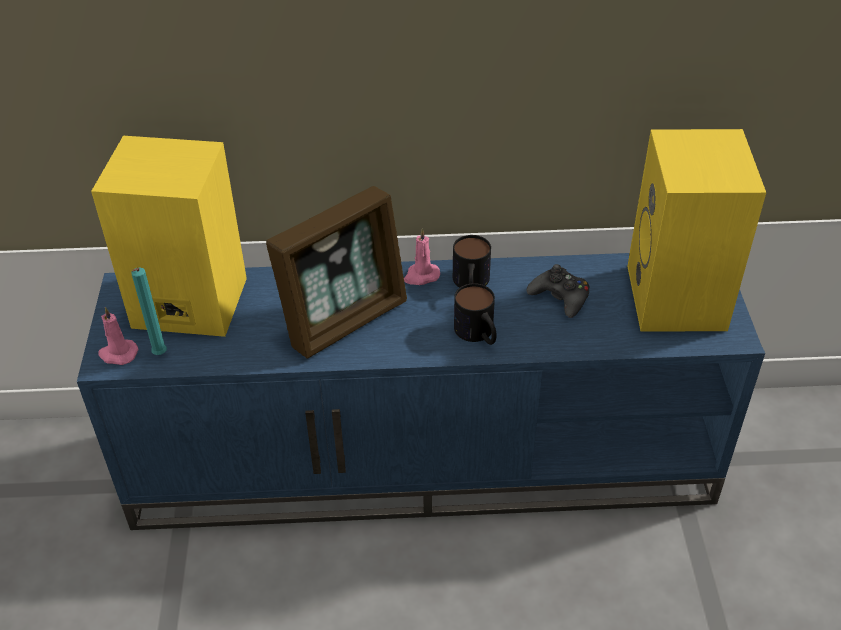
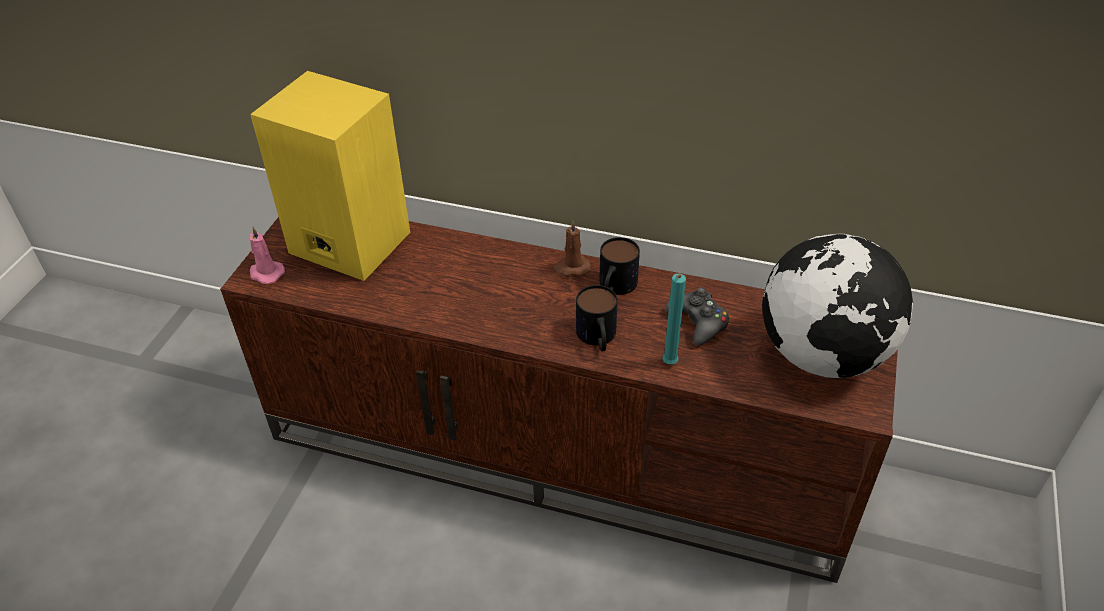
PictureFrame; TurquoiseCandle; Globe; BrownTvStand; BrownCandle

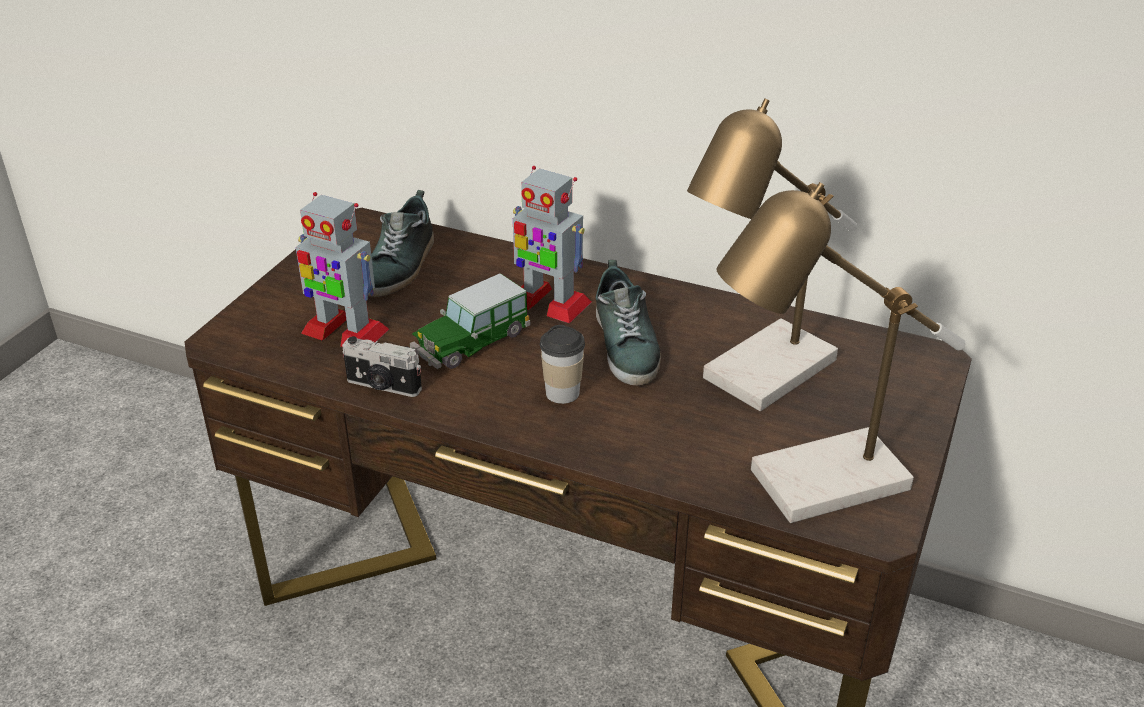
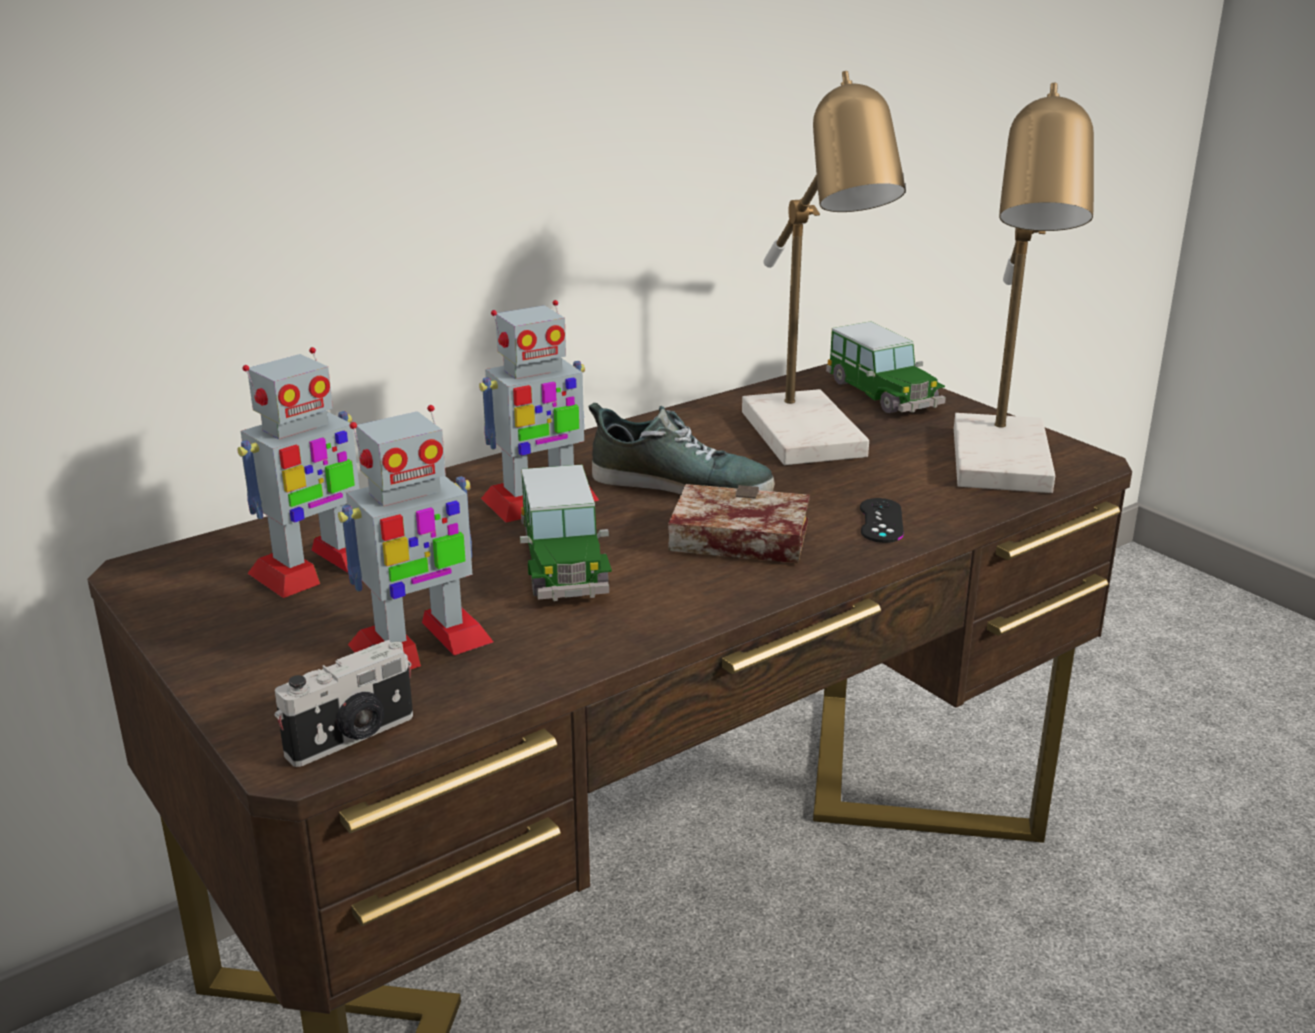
ToyCar (no. 2 from left); BlackGameController; PhotoCamera; ToyRobot (no. 1 from left); Book

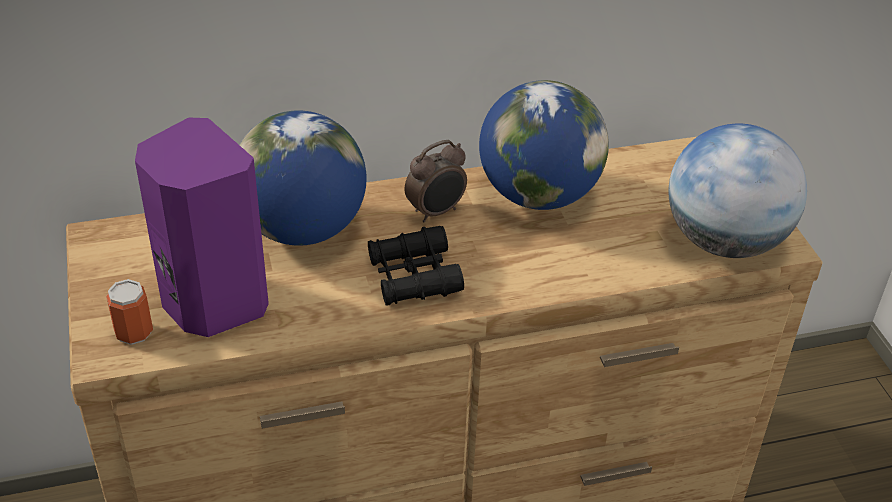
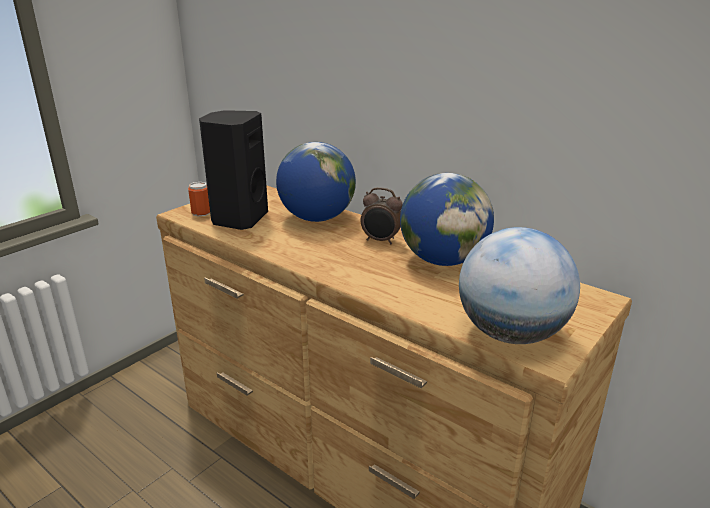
BlackBinoculars; BlackSpeaker

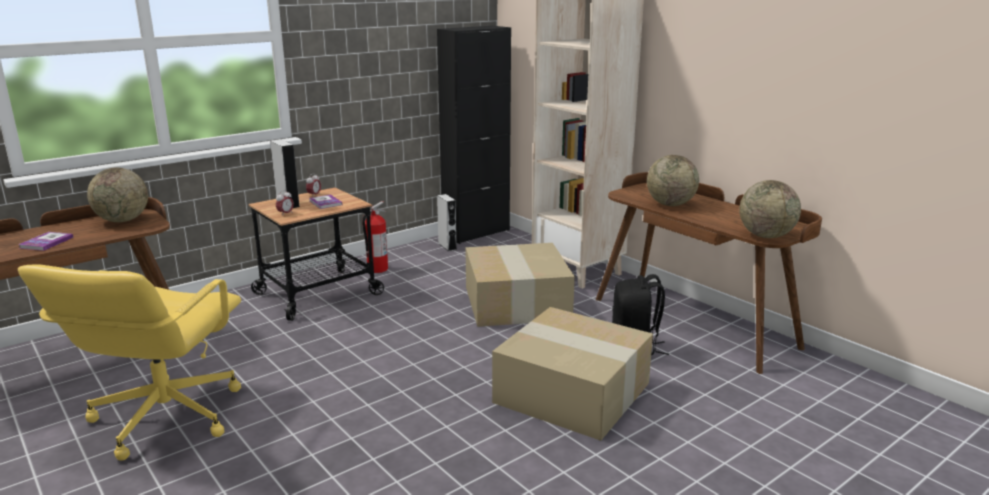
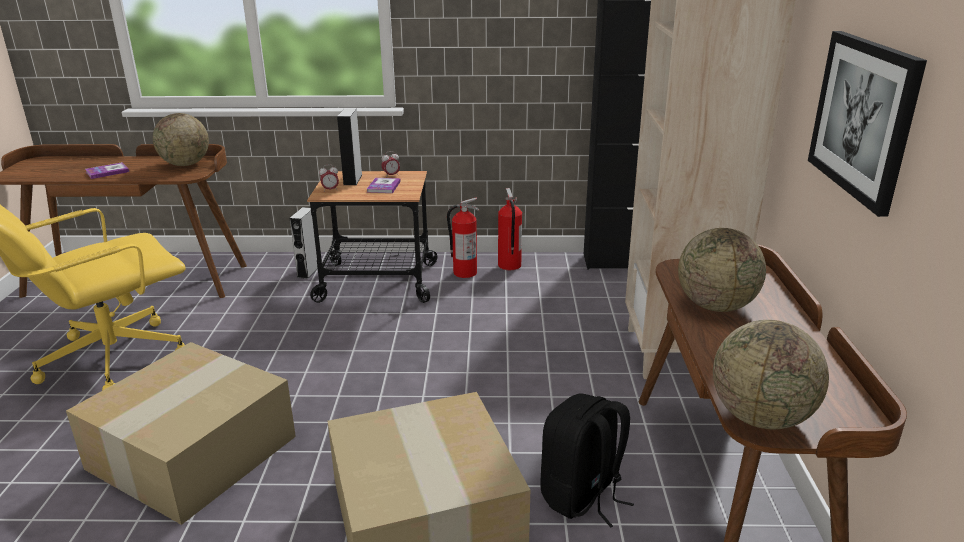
FireExtinguisher (no. 2 from left); Picture; GreySpeaker (no. 1 from left); CardboardBox (no. 1 from left)

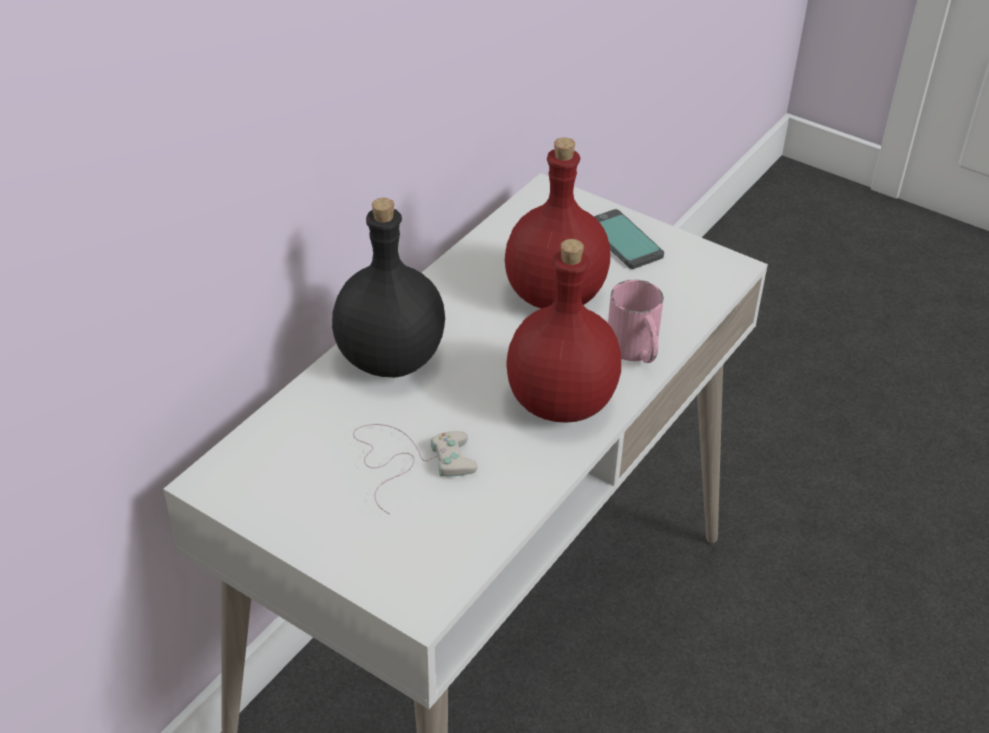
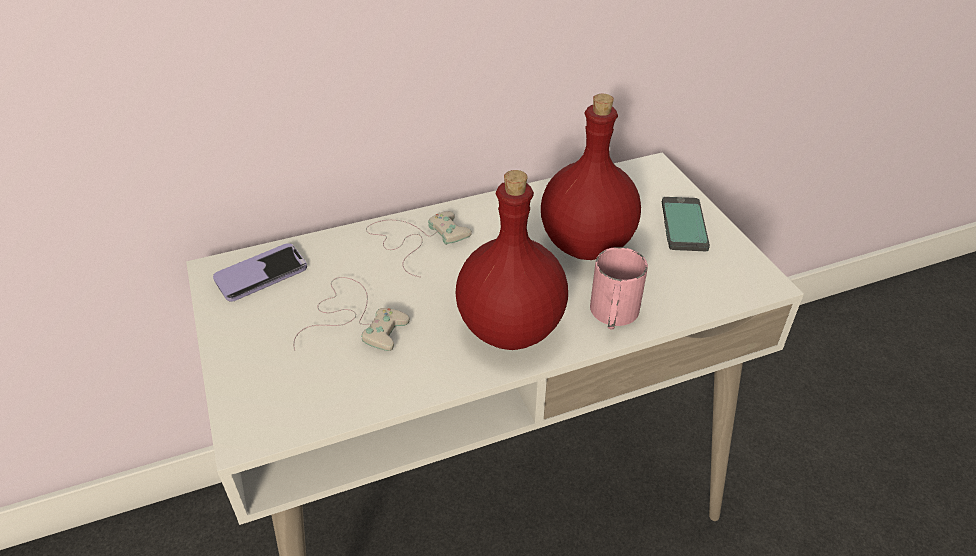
Phone (no. 1 from left); WhiteGameController (no. 2 from left)

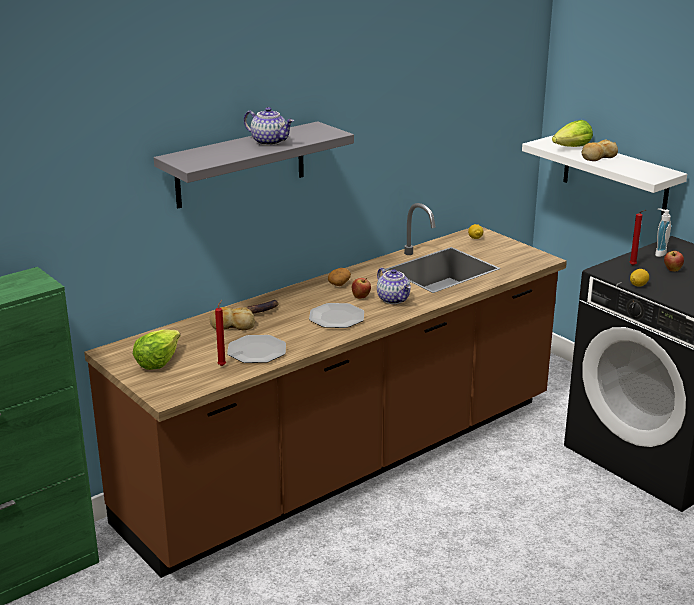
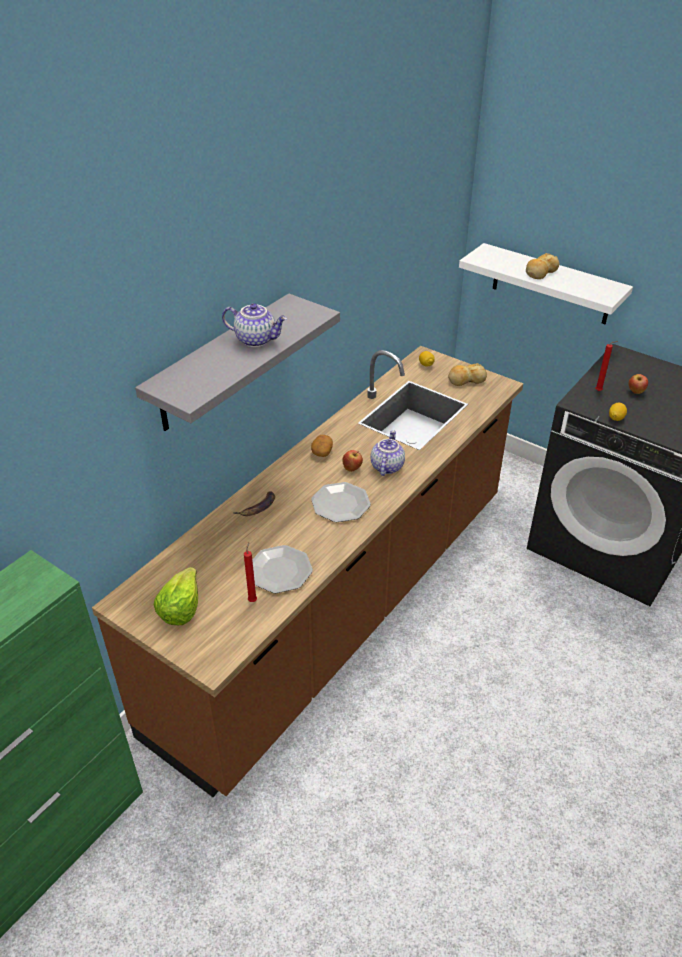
Lettuce (no. 2 from left in the first image); SoapDispenser; Bread (no. 1 from left); Teapot (no. 2 from left)

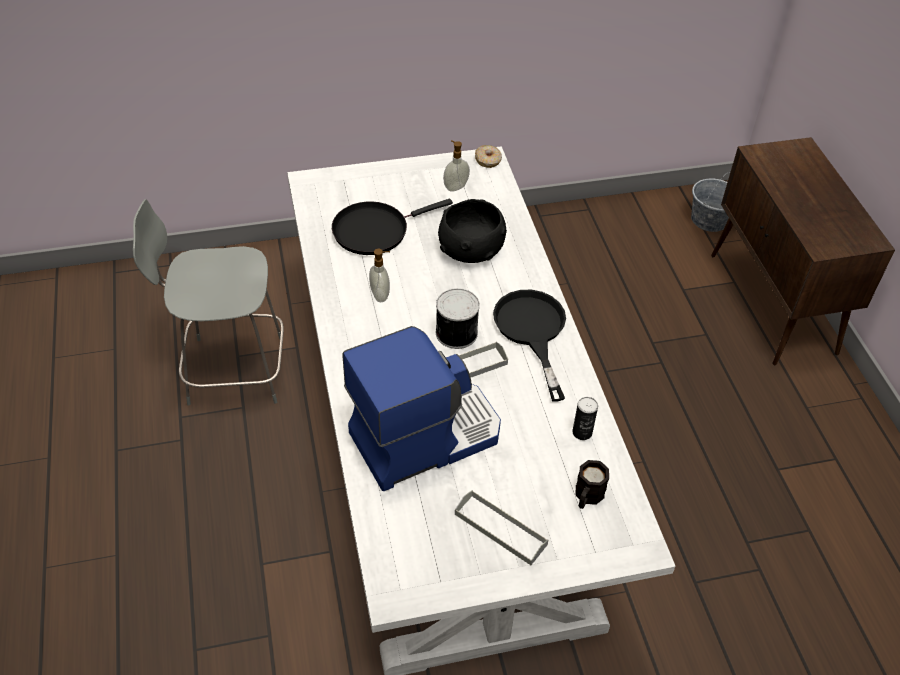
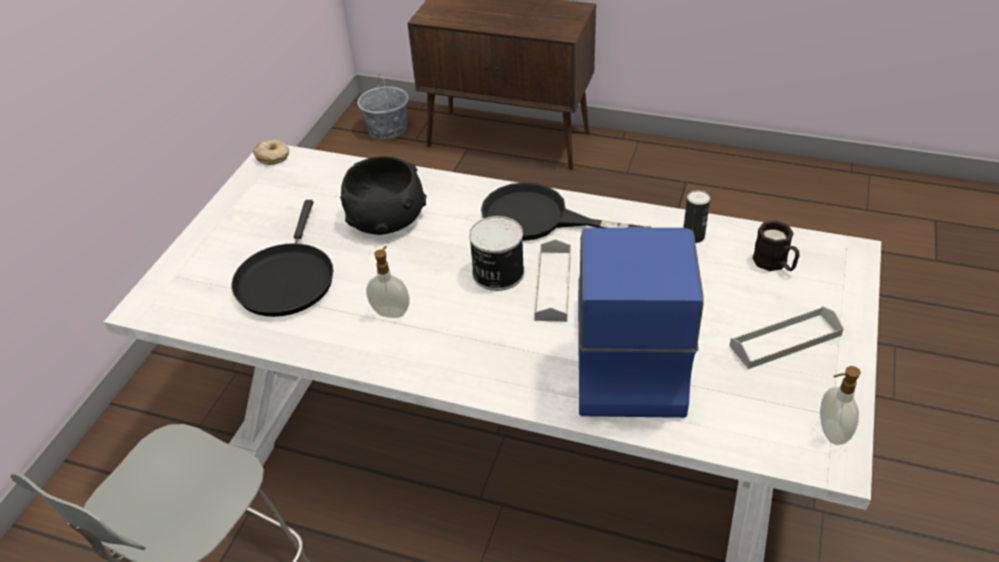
SoapDispenser (no. 2 from left)

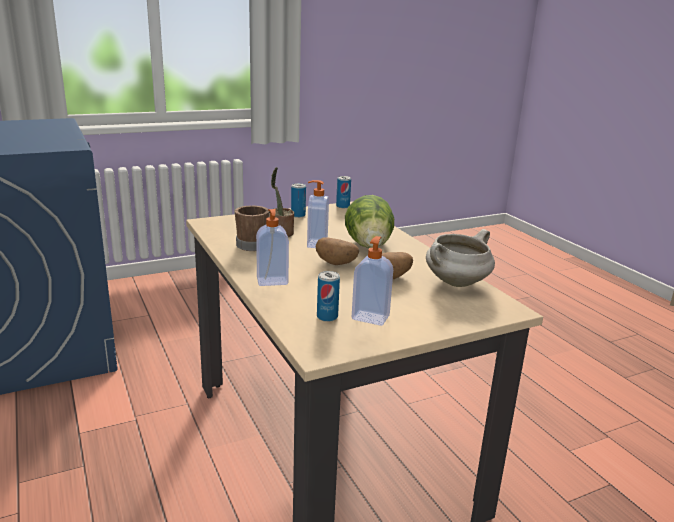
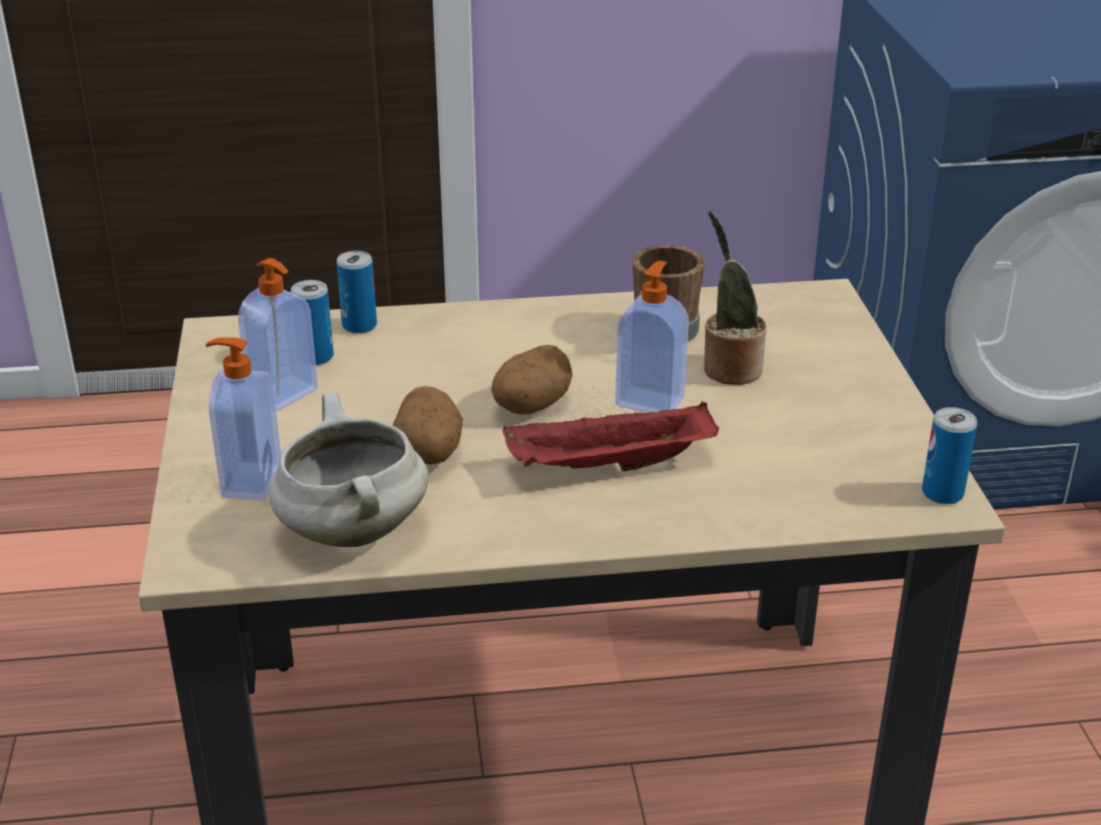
SoapDispenser (no. 1 from left); Can (no. 2 from left); RedTray

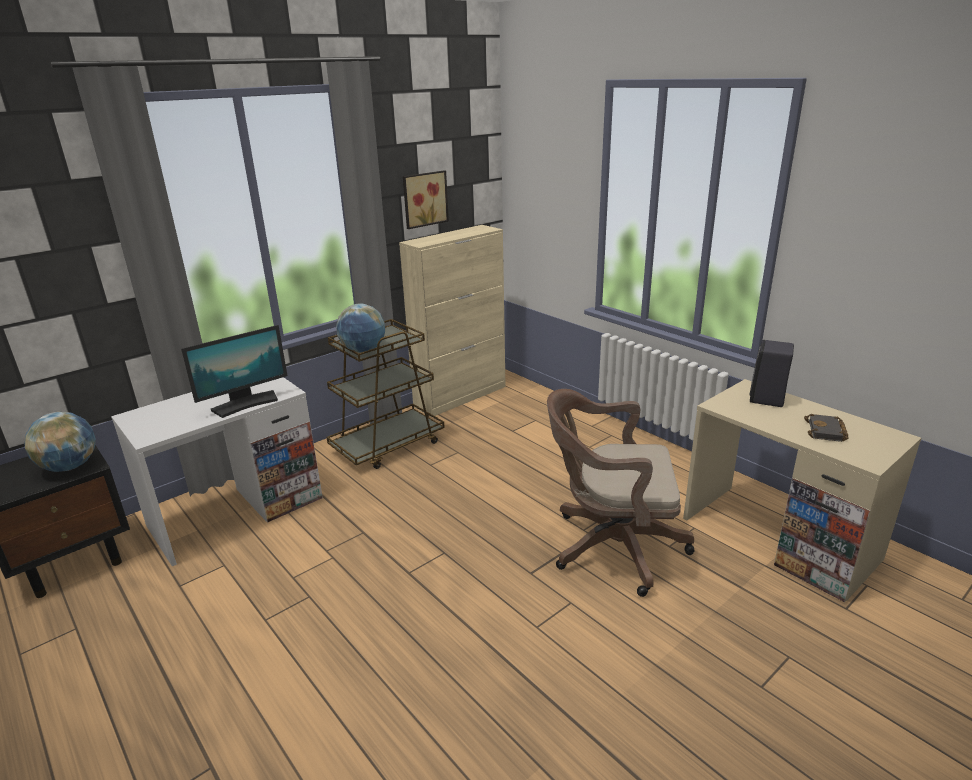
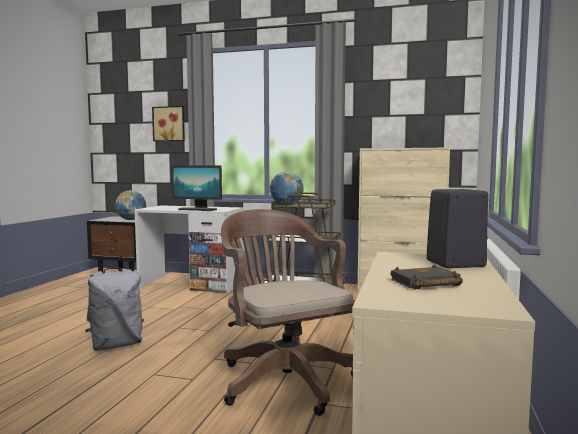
GreyBackpack; Picture

